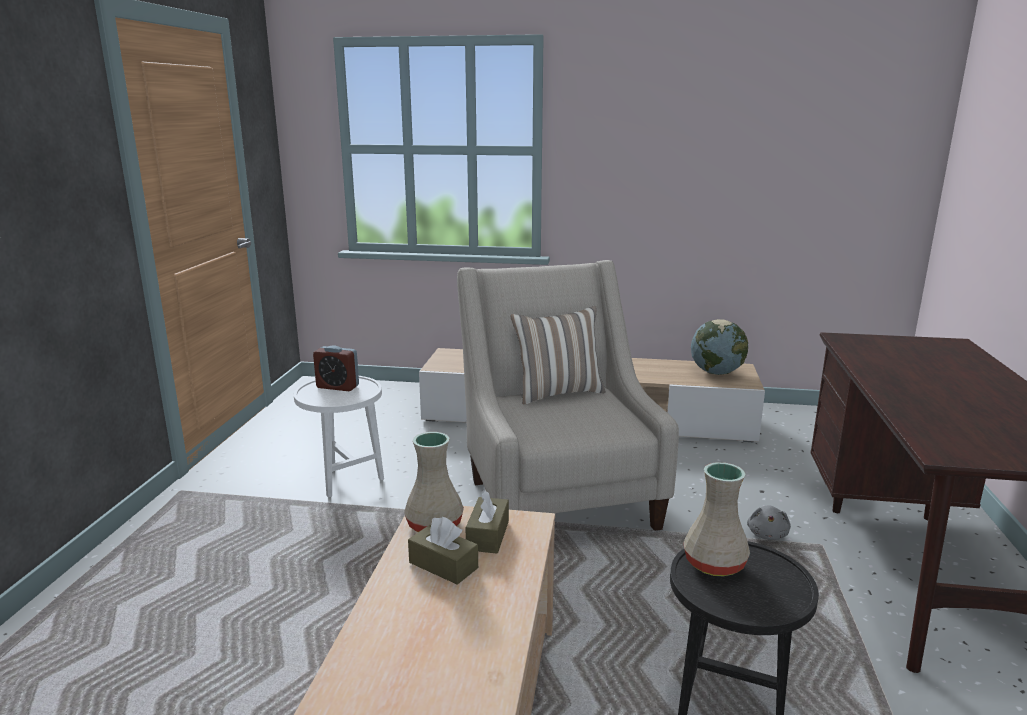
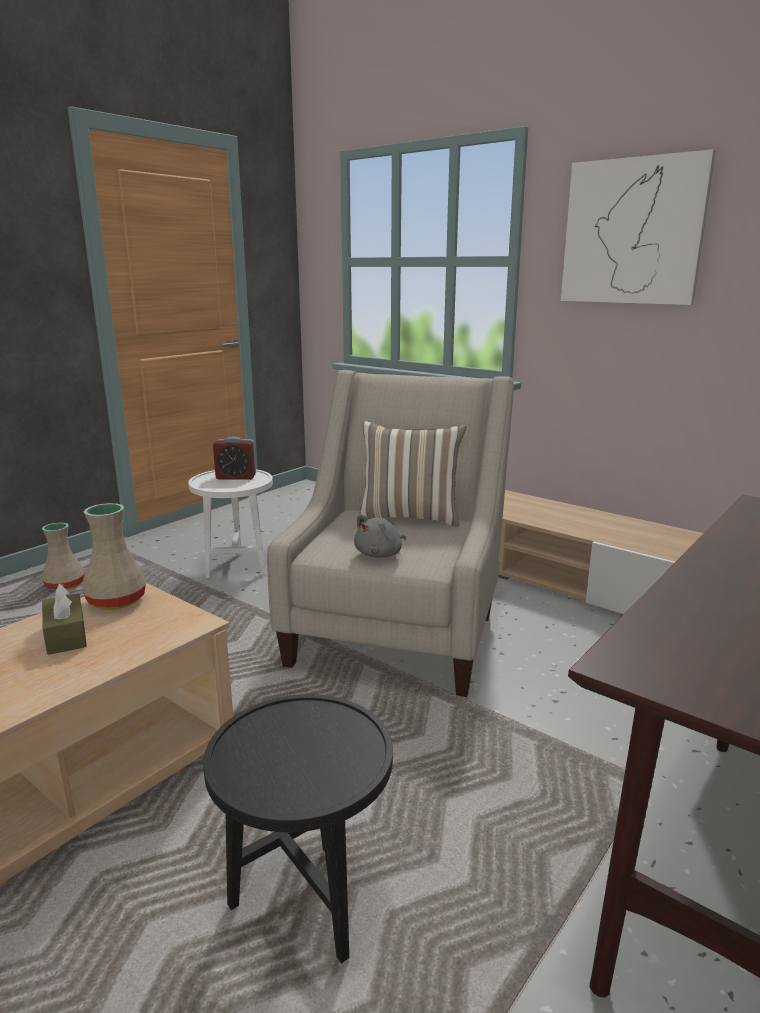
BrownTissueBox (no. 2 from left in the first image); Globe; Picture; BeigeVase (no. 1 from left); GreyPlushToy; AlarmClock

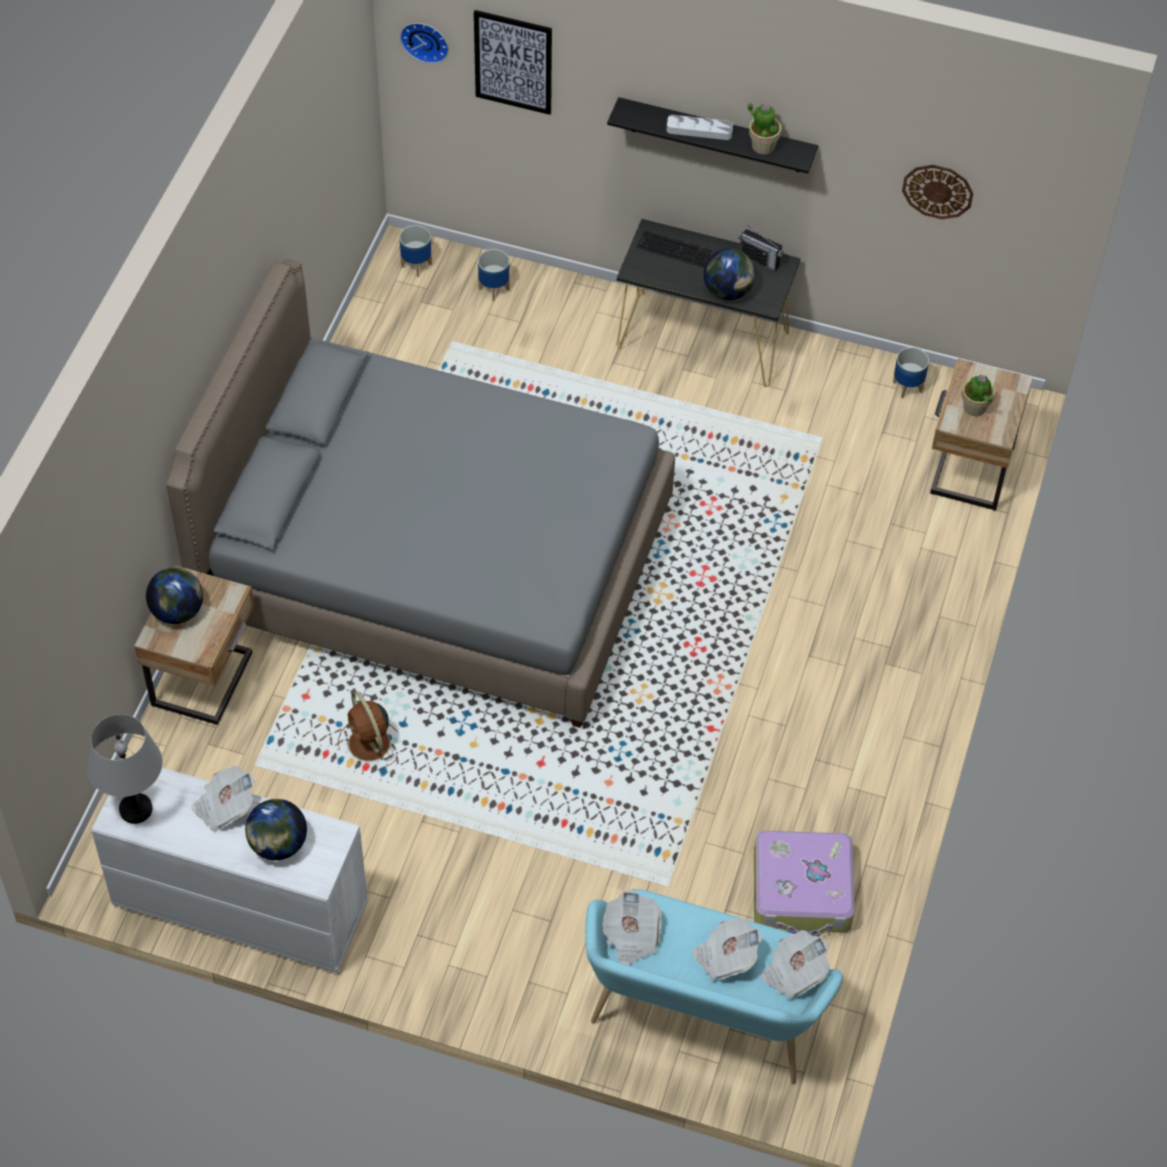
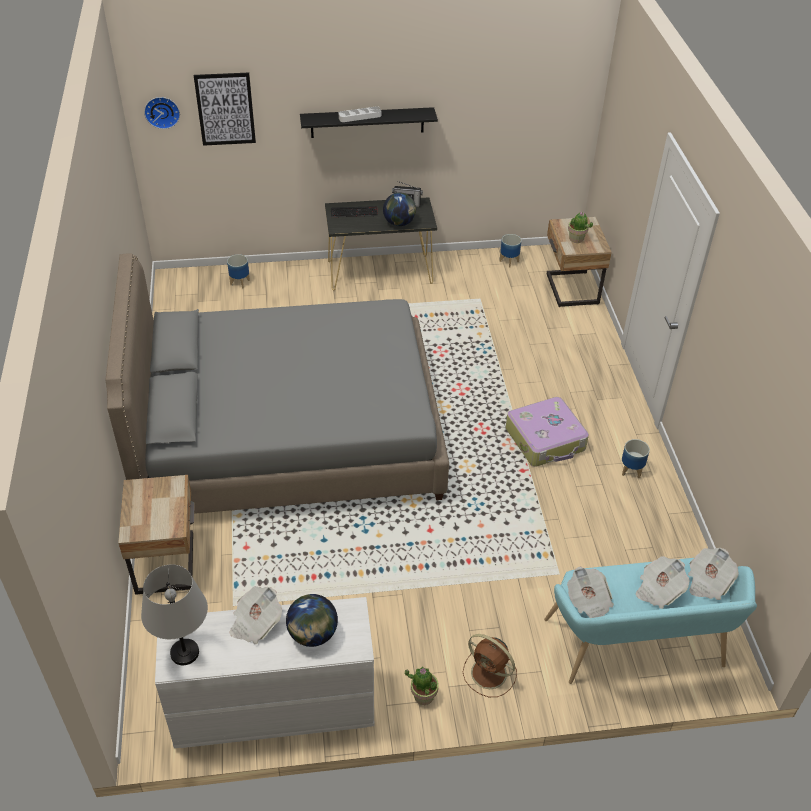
Globe (no. 1 from left in the first image); WallClock (no. 2 from left in the first image); BrownFan; Planter (no. 3 from left); PottedPlant (no. 1 from left); Suitcase

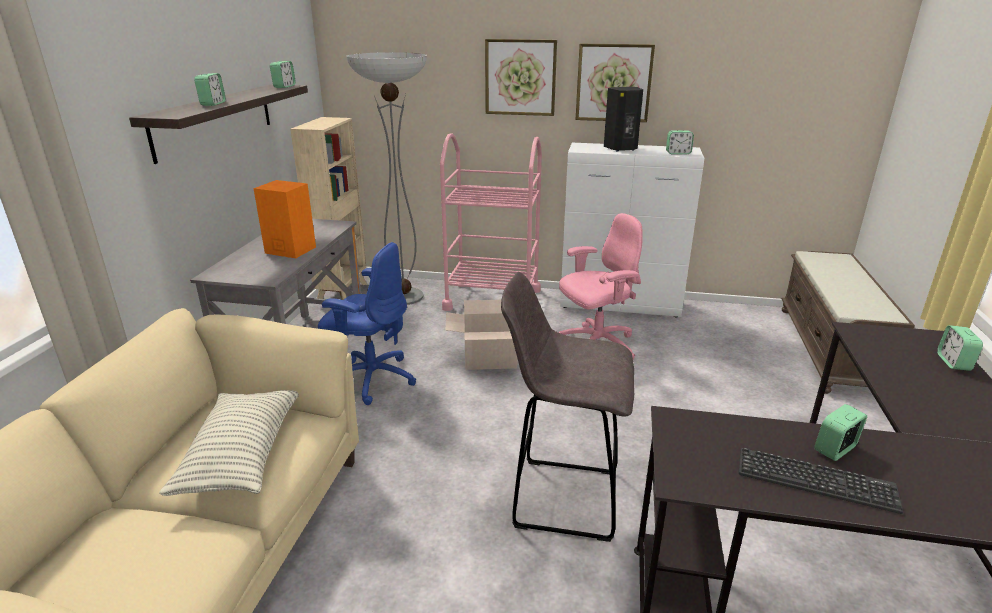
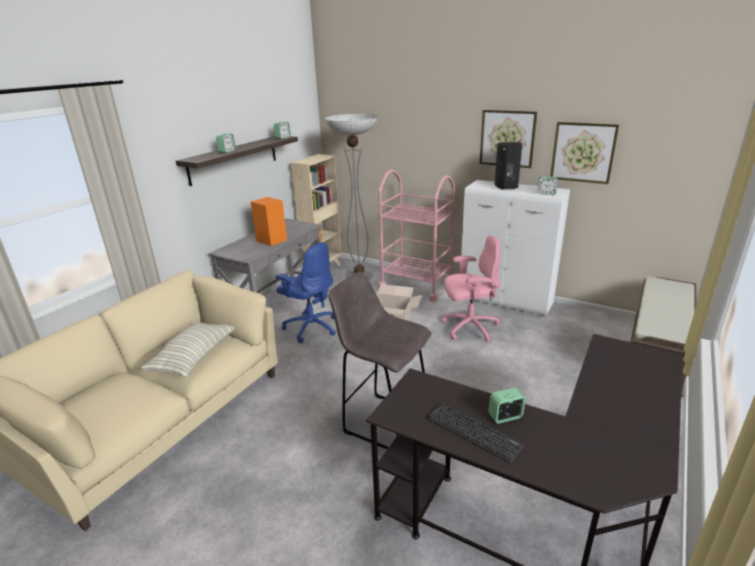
AlarmClock (no. 5 from left in the first image); Picture (no. 2 from left)

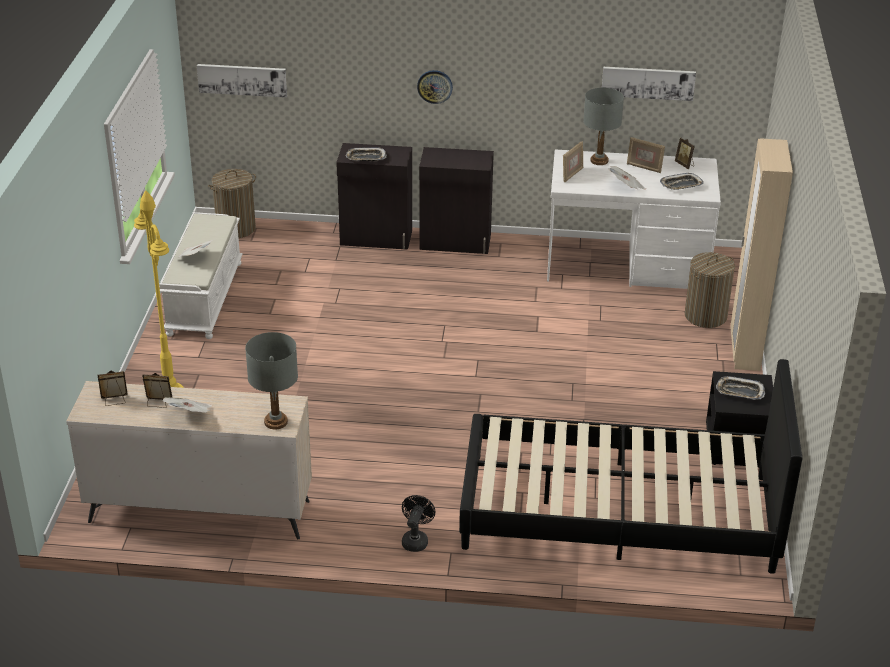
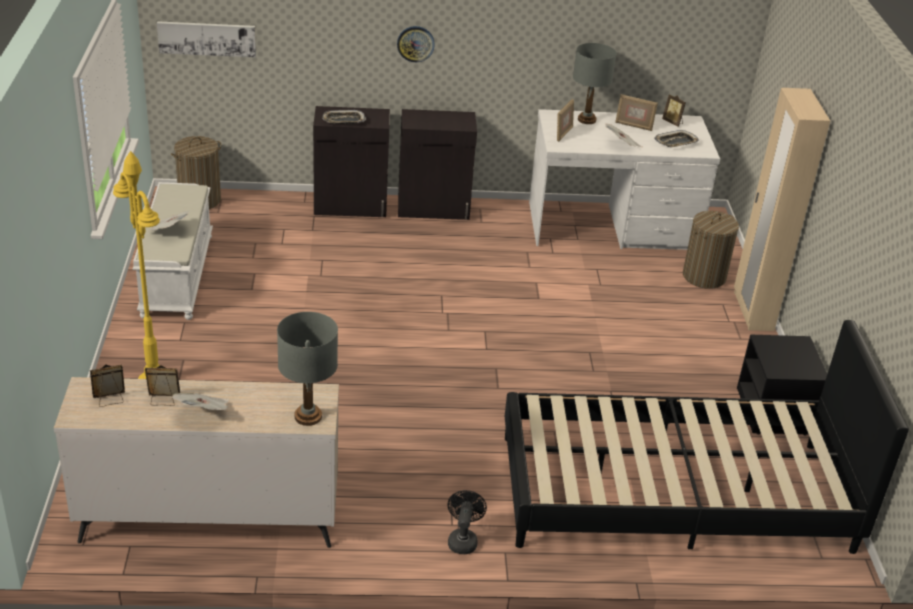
Picture (no. 2 from left in the first image); Tray (no. 3 from left in the first image)

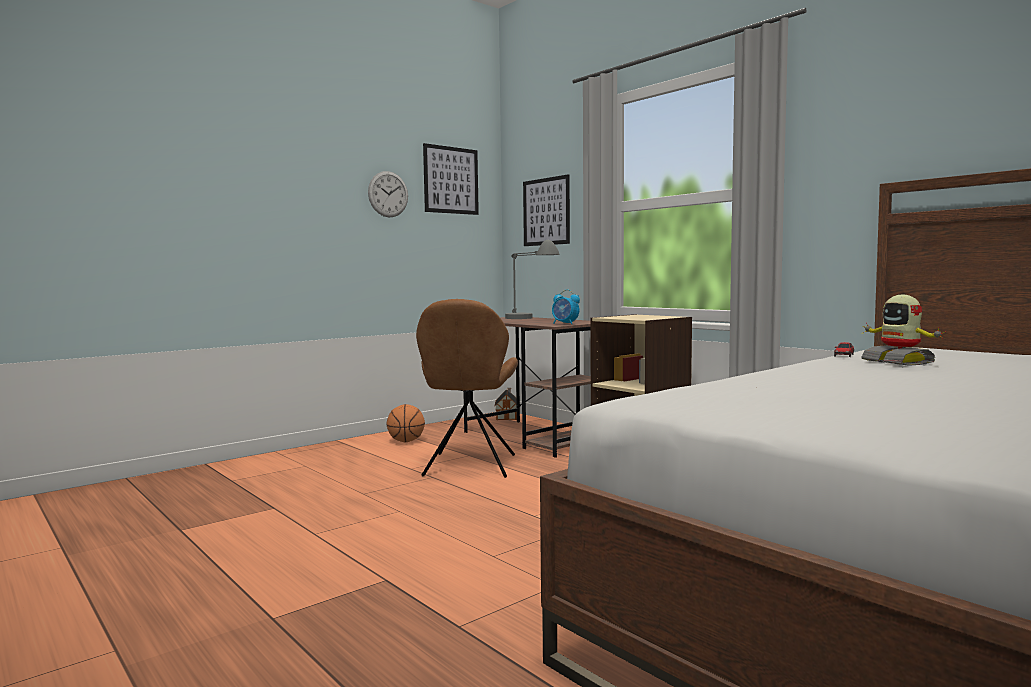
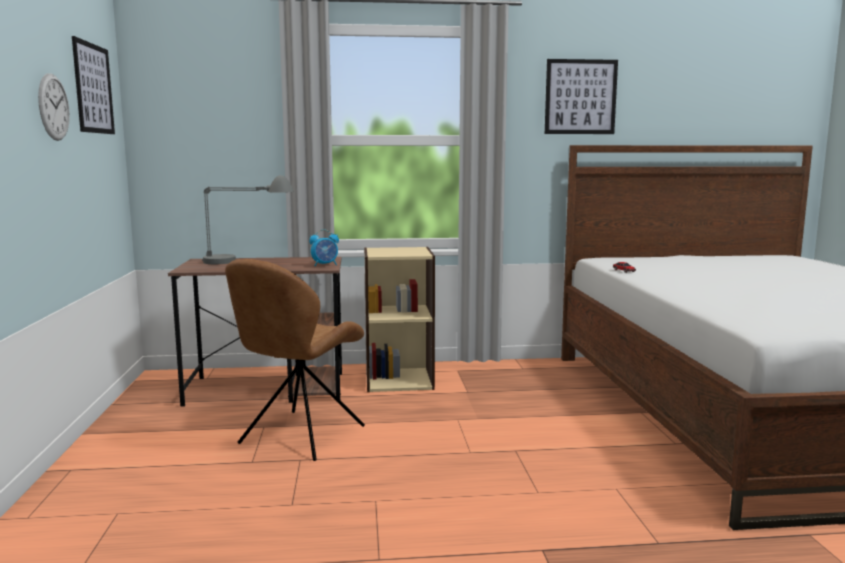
Basketball; ToyHouse; ToyRobot; Picture (no. 2 from left); BrownChair

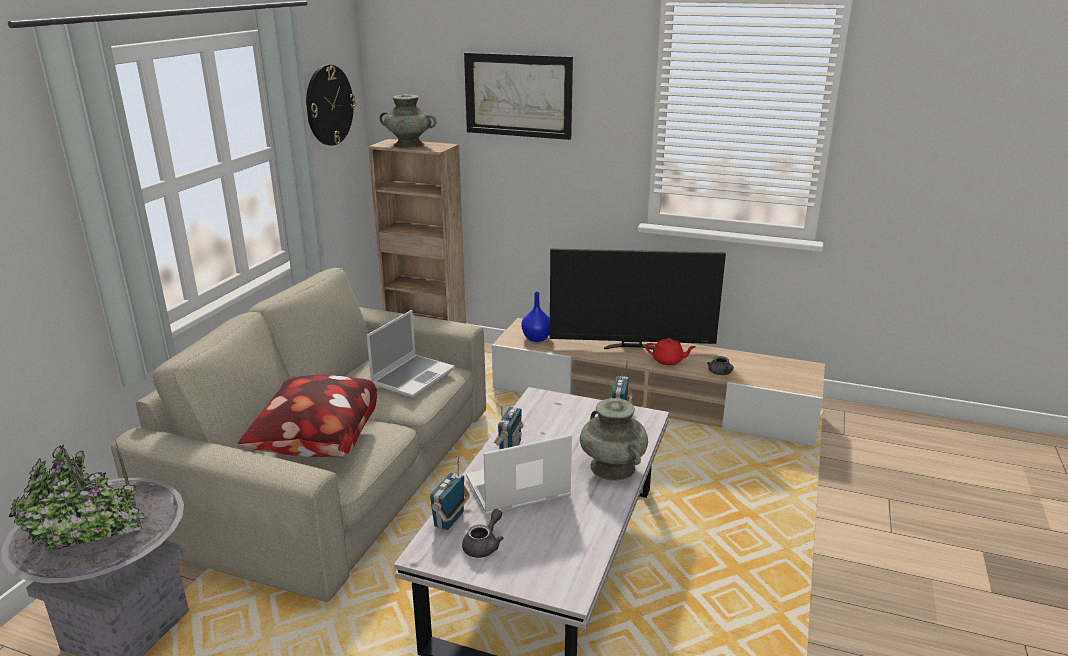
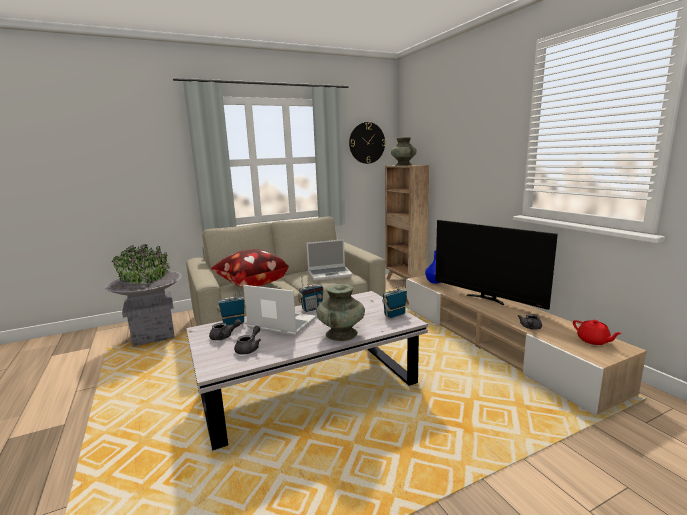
Picture; GreyTeapot (no. 2 from left); RedTeapot

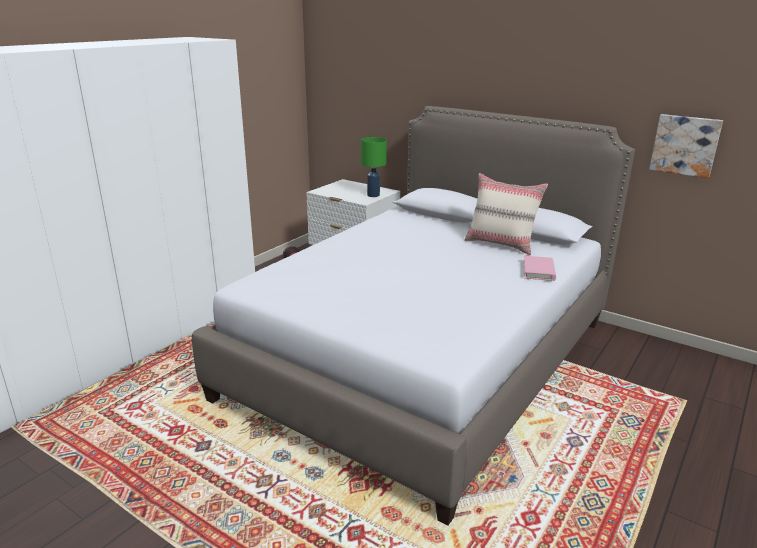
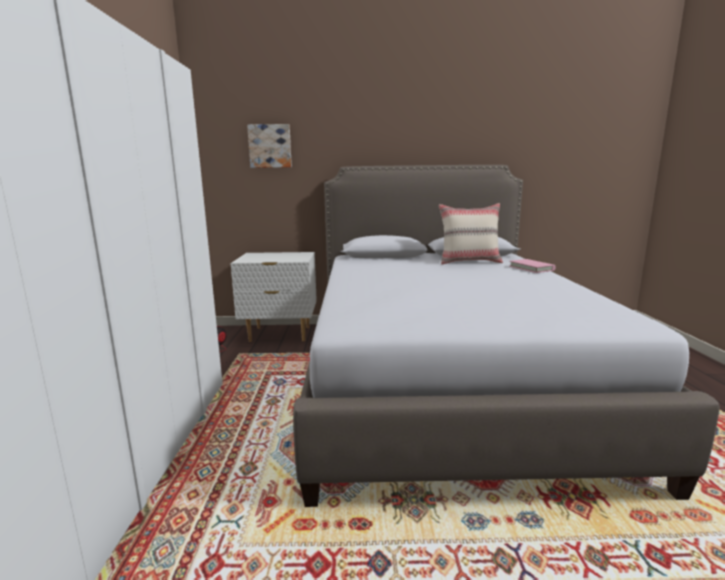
GreenTableLamp; Picture

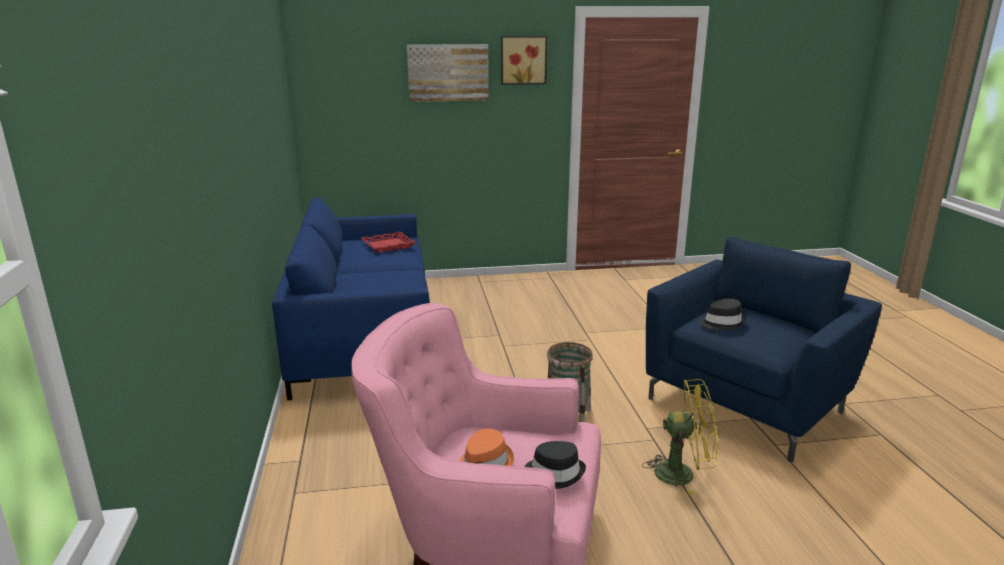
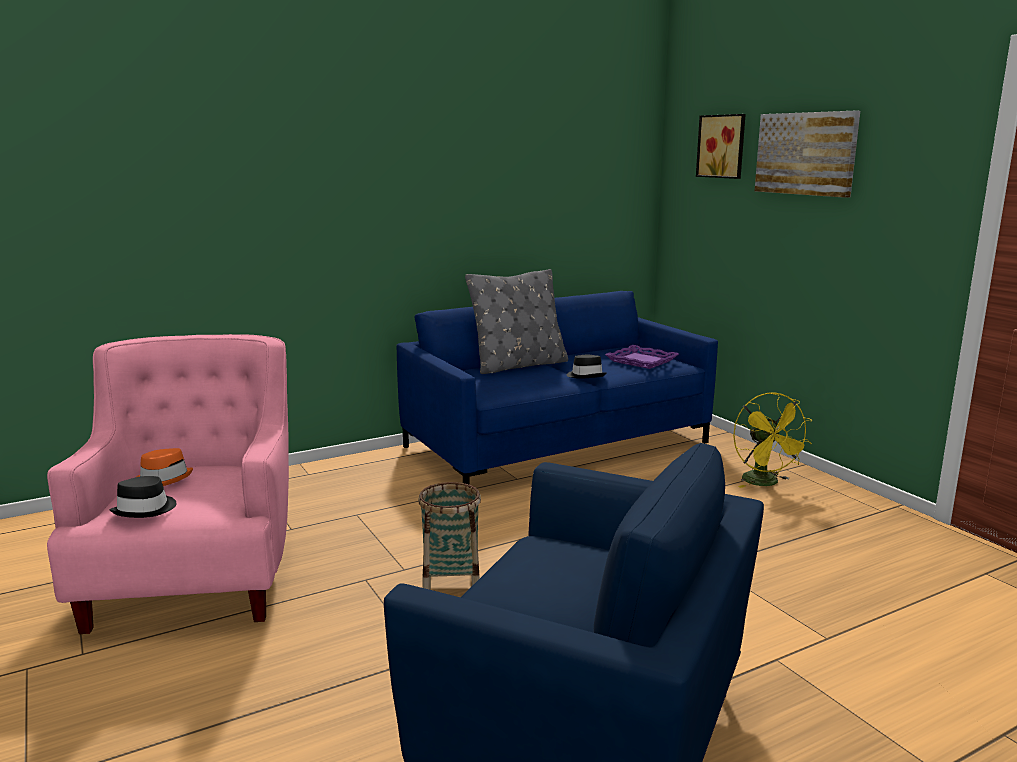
GreyPillow; Picture (no. 1 from left); YellowFan; BlackHat (no. 2 from left); PurpleTray

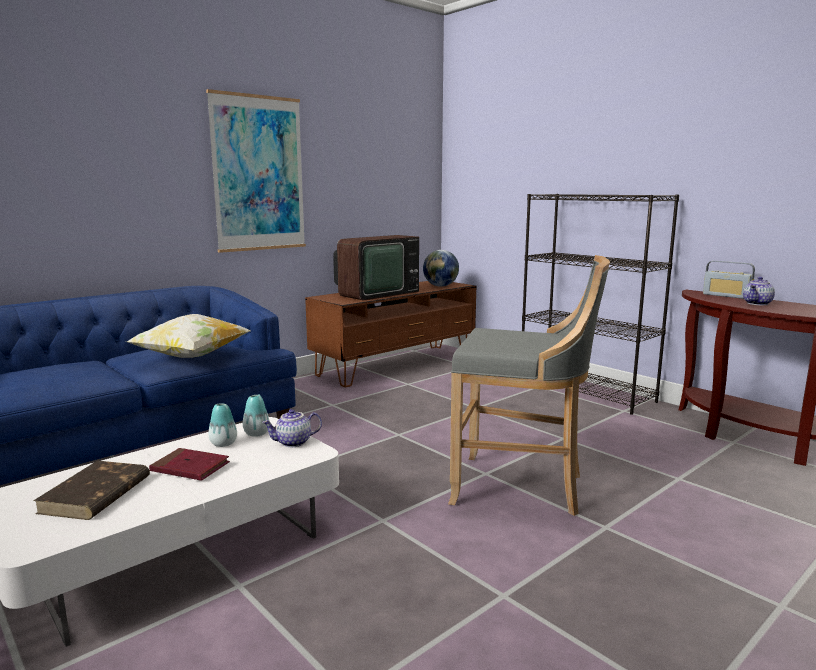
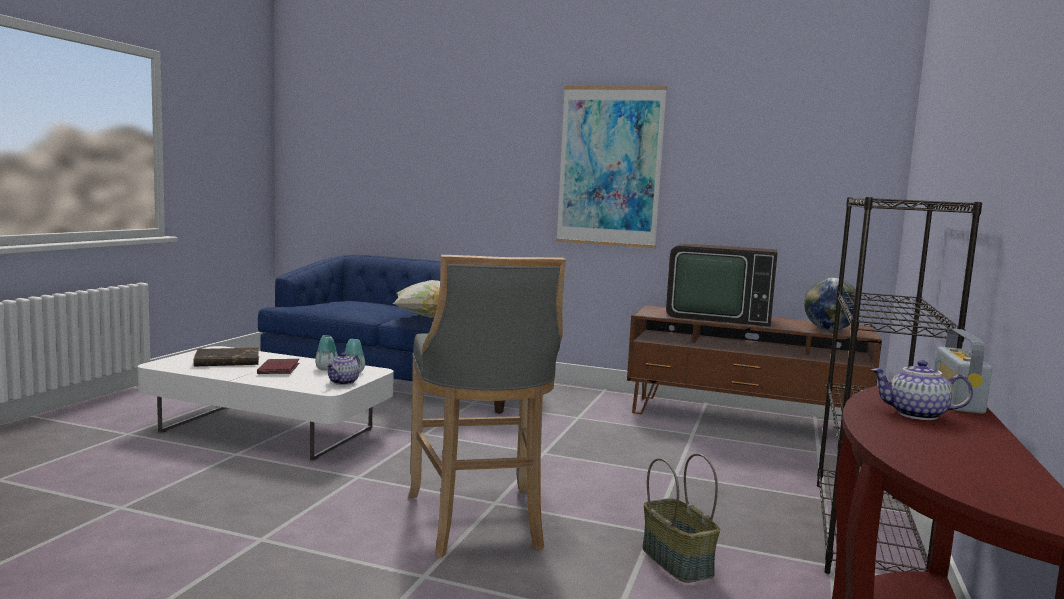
Basket; Teapot (no. 1 from left)

